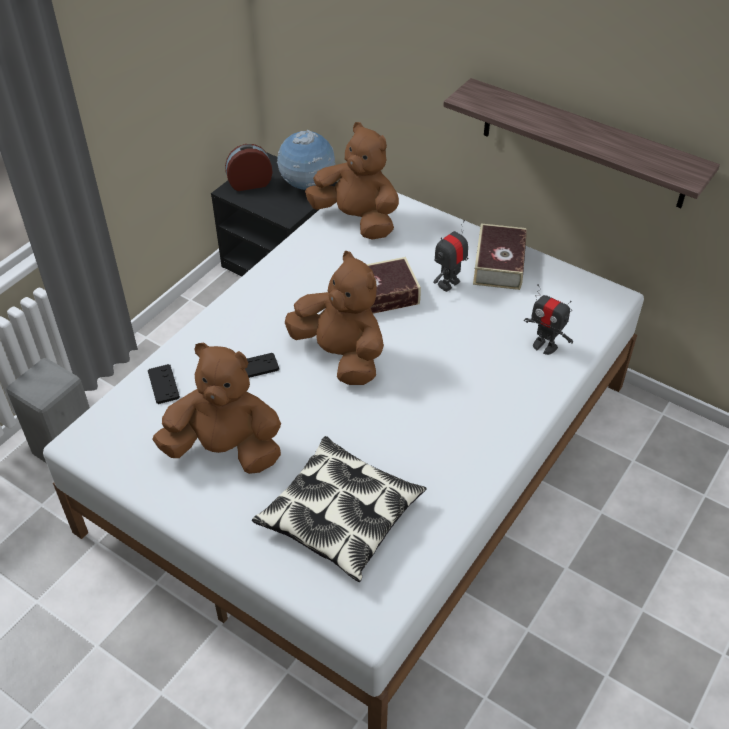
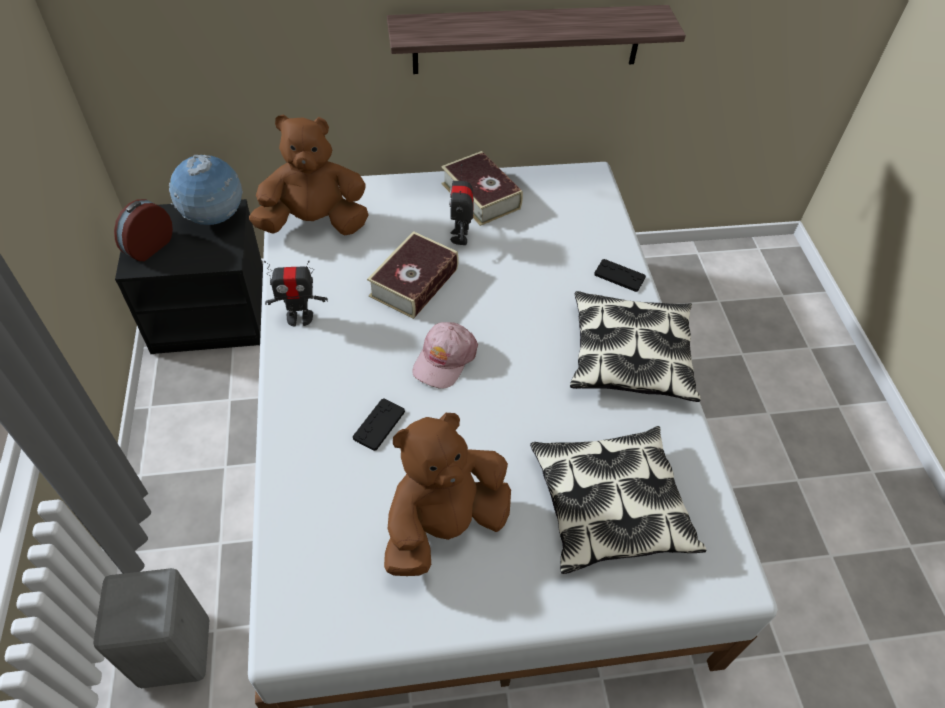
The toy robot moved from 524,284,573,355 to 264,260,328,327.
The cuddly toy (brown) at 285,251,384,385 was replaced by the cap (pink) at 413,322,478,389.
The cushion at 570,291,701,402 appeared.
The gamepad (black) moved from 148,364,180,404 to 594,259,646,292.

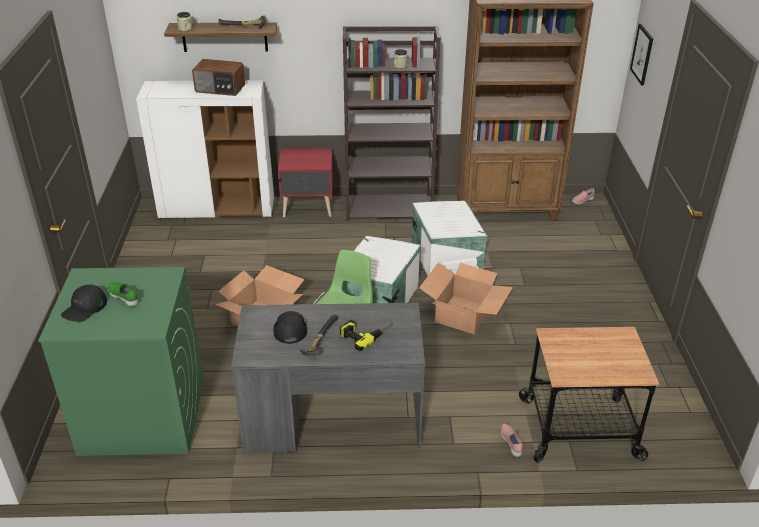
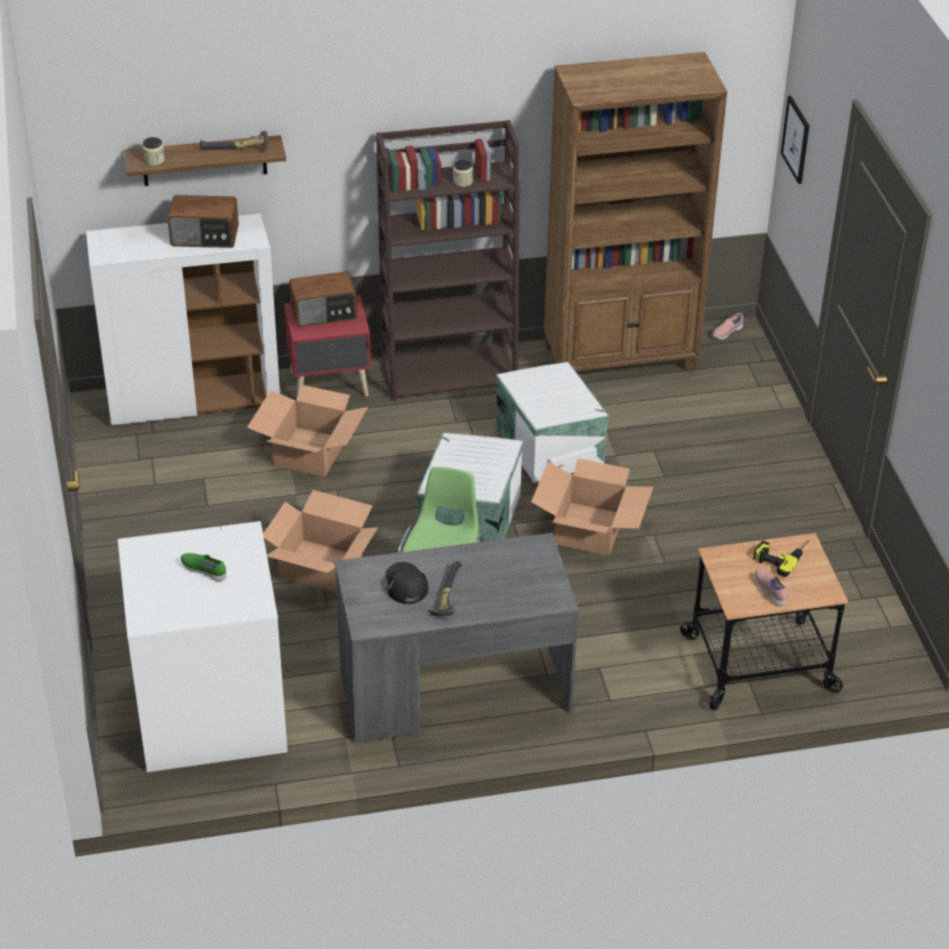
The laundry appliance (green-coloured) at 38,267,204,456 became the laundry appliance (white-coloured) at 118,521,288,772.
The carton at 247,385,368,477 appeared.
The radio at 289,271,357,327 appeared.
The electric drill moved from 340,320,392,351 to 753,540,810,577.
The low shoe (pink) moved from 501,424,523,457 to 755,568,787,606.
The cap (black) at 61,285,107,322 disappeared.

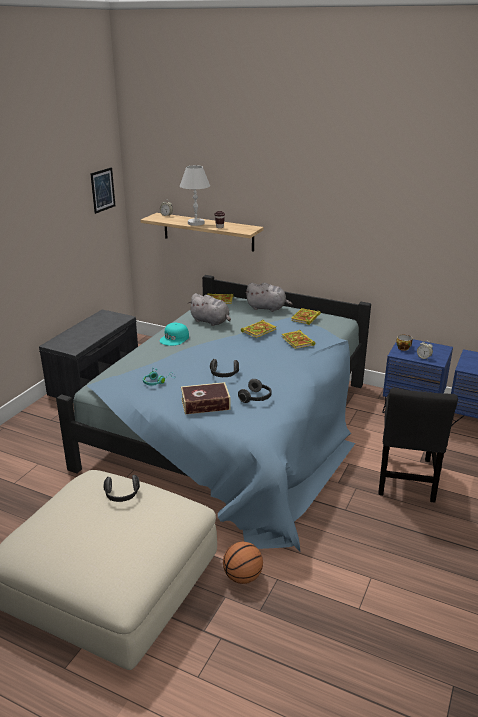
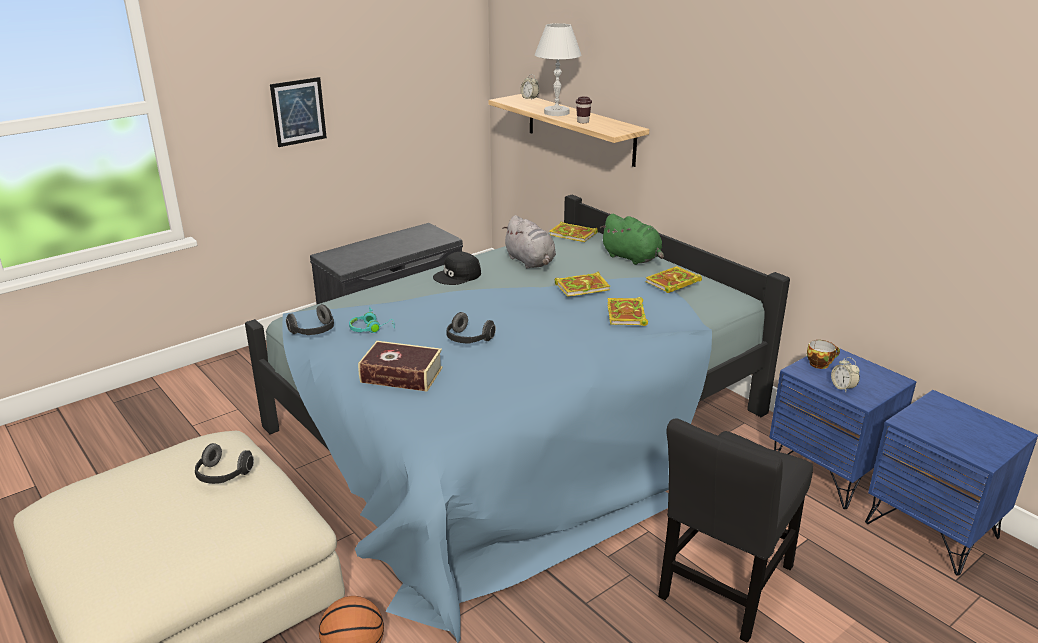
The wall picture moved from 90,167,115,214 to 270,77,327,147.
The pair of headphones moved from 238,379,271,403 to 286,304,334,335.
The cap (turquoise) at 160,323,189,346 became the cap (black) at 433,252,481,285.
The cuddly toy (greyish) at 245,283,292,312 became the cuddly toy (green-coloured) at 600,214,664,265.

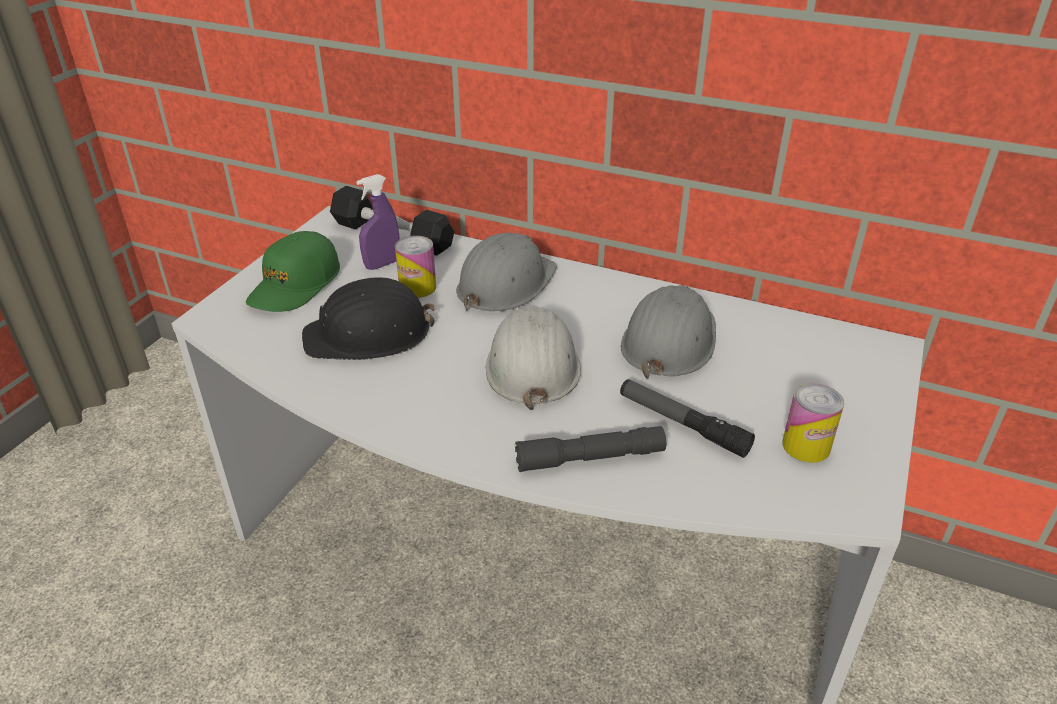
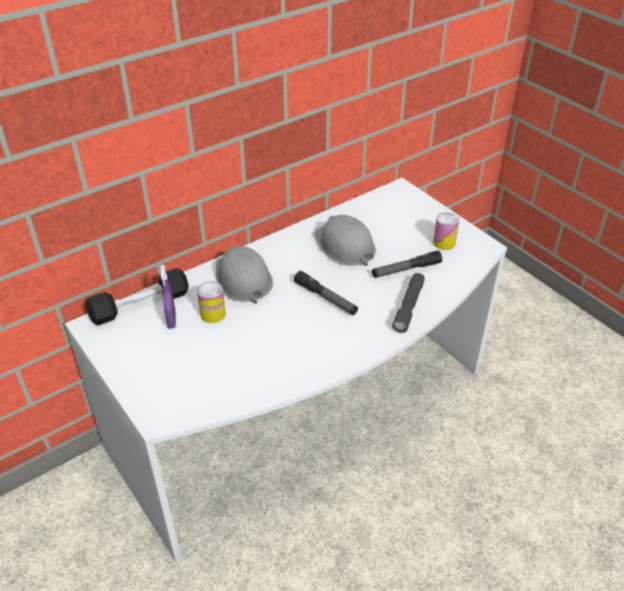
The safety helmet (white-coloured) at 486,305,581,410 was replaced by the flashlight at 294,271,358,315.
The cap (green-coloured) at 246,231,340,312 disappeared.
The safety helmet (black) at 302,277,435,360 disappeared.

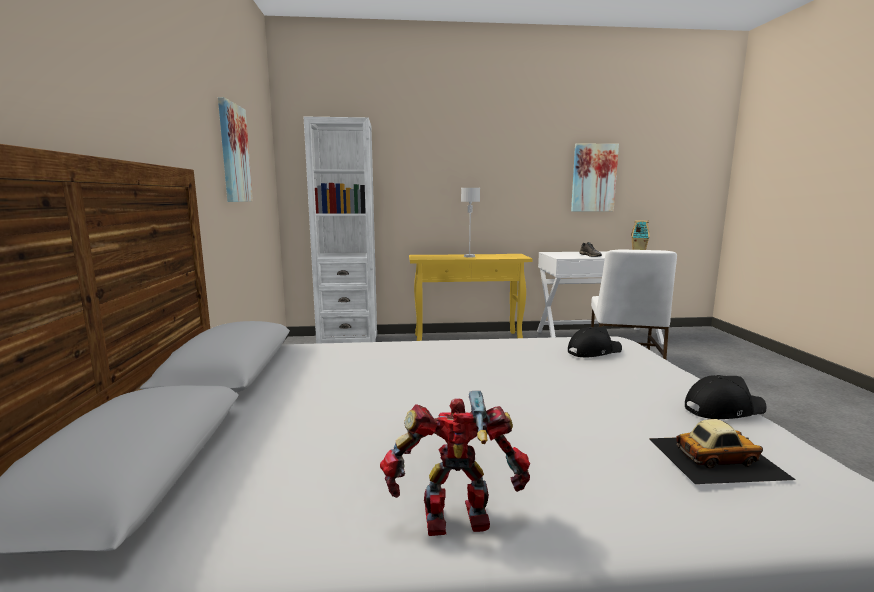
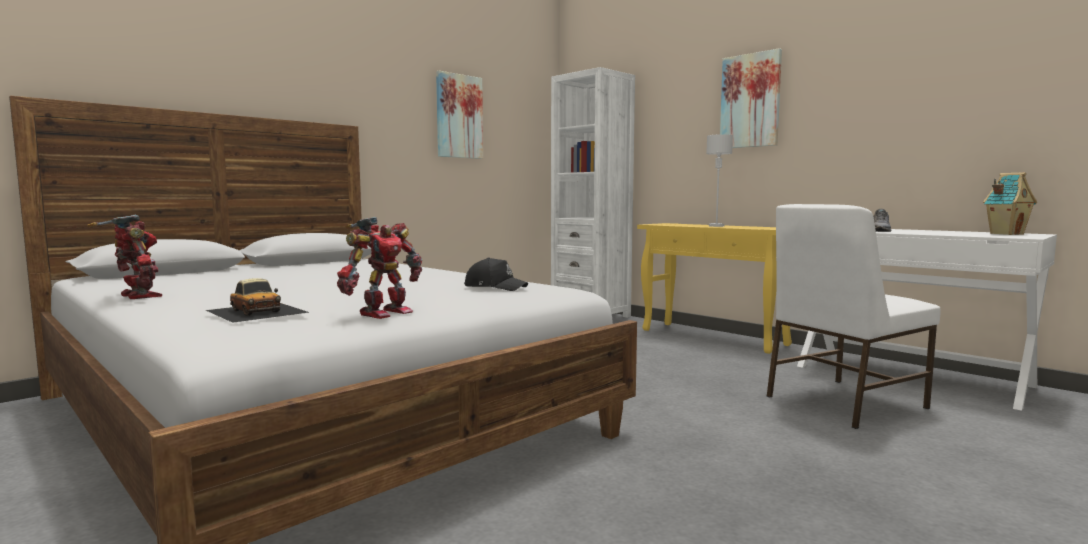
The cap (black) at 685,375,767,419 was replaced by the toy robot at 337,217,422,319.
The wall picture moved from 571,143,619,212 to 720,48,782,148.

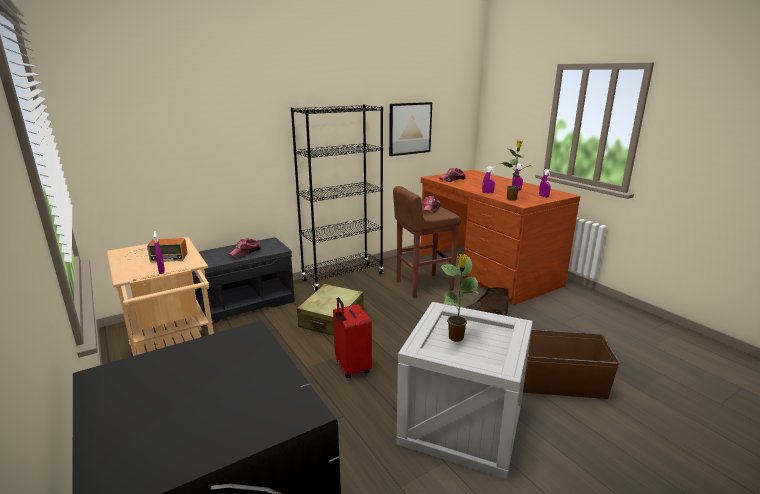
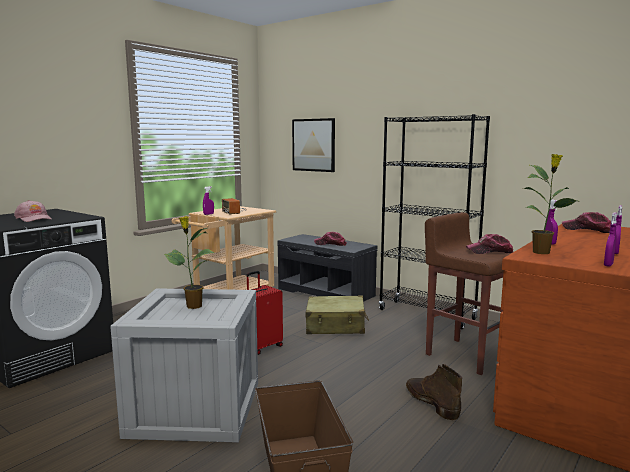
The cap (pink) at 14,200,52,222 appeared.
The wall picture moved from 389,102,432,156 to 292,118,335,172.

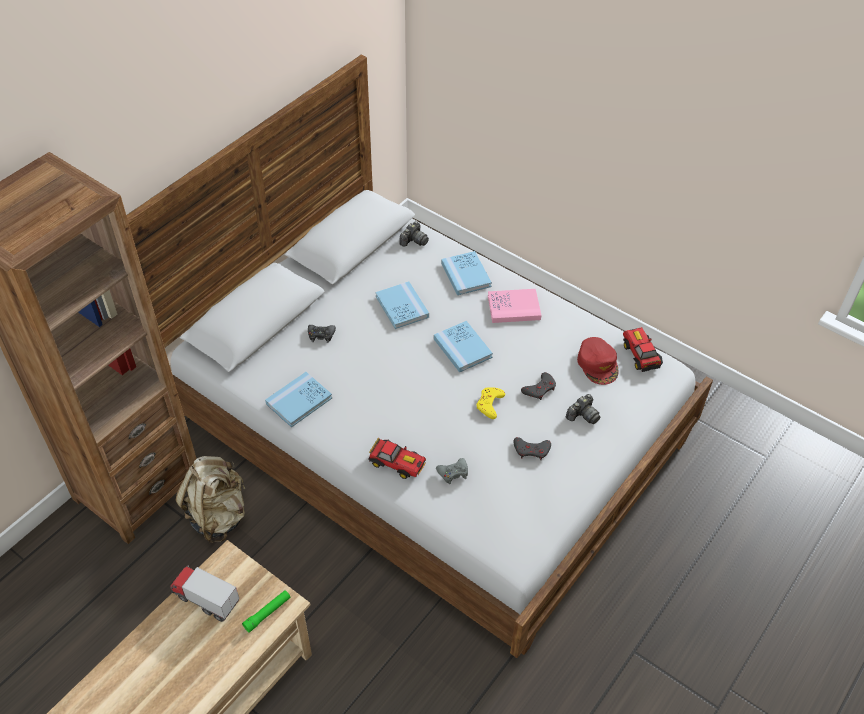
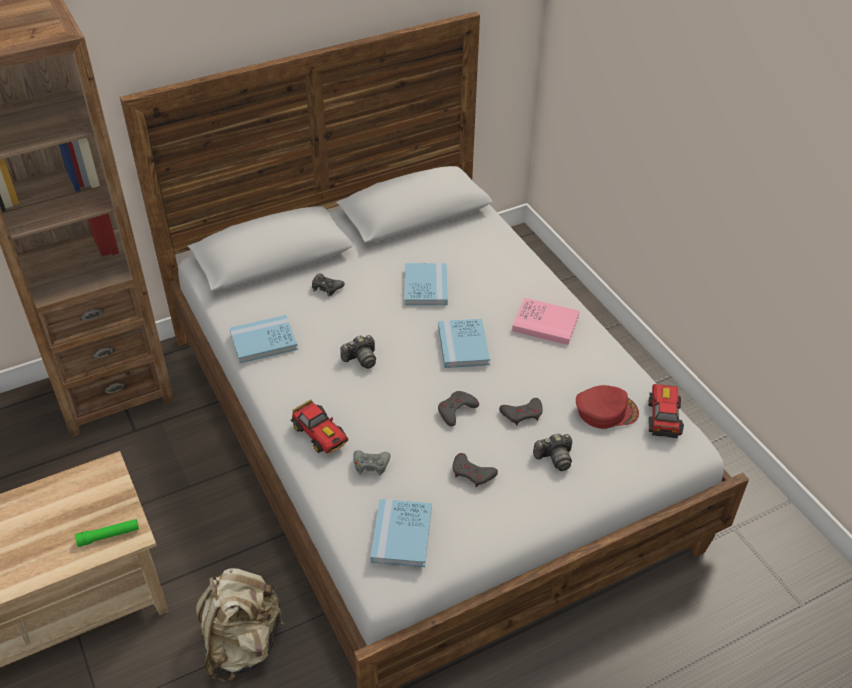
The backpack (sand-coloured) moved from 176,456,246,543 to 196,568,285,682.
The still camera moved from 399,221,429,246 to 340,335,376,369.
The volume (bluish) moved from 441,251,492,295 to 370,499,432,567.
The gamepad (yellowish) at 477,387,505,419 became the gamepad (greyish) at 438,391,479,427.
The cap (red-coloured) at 577,337,618,385 turned 105 degrees counterclockwise.
The model truck at 170,565,239,622 disappeared.

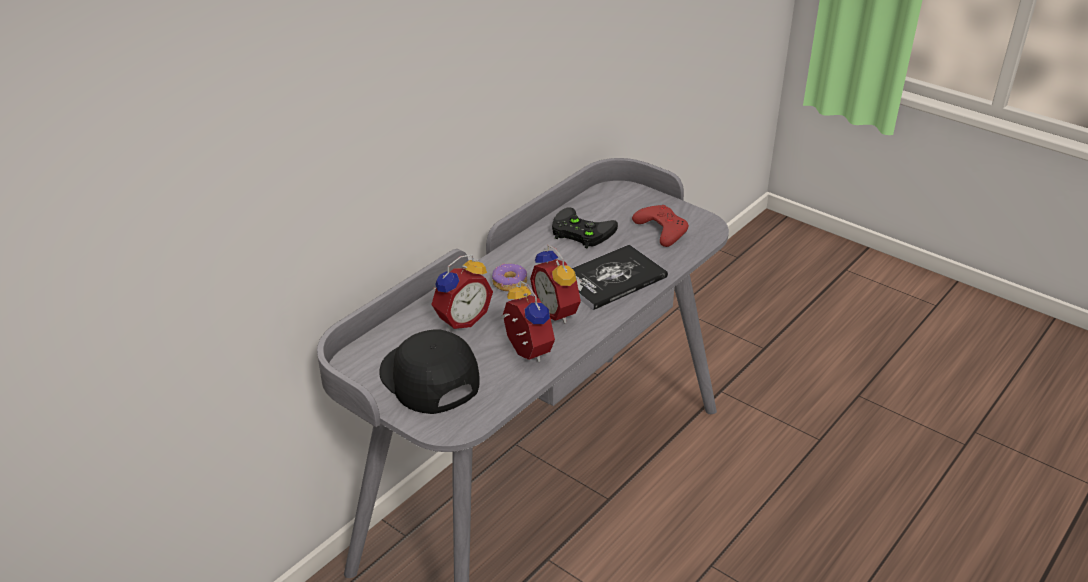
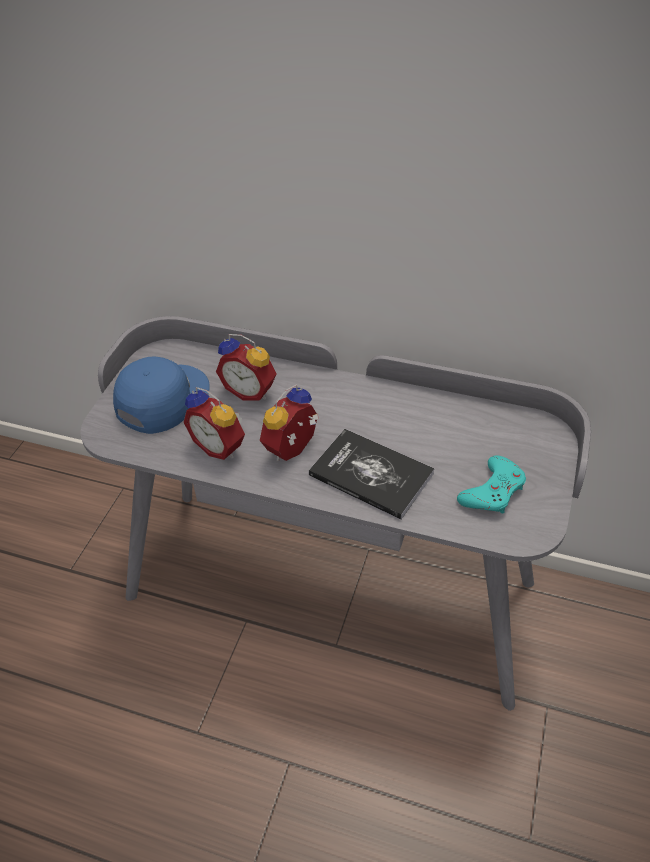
The cap (black) at 379,329,480,414 became the cap (bluish) at 113,356,210,434.
The bedside clock at 500,280,555,362 turned 90 degrees clockwise.
The gamepad (red-coloured) at 632,205,689,247 became the gamepad (turquoise) at 457,456,526,514.
The donut at 492,263,527,291 disappeared.
The gamepad (black) at 552,207,618,249 disappeared.

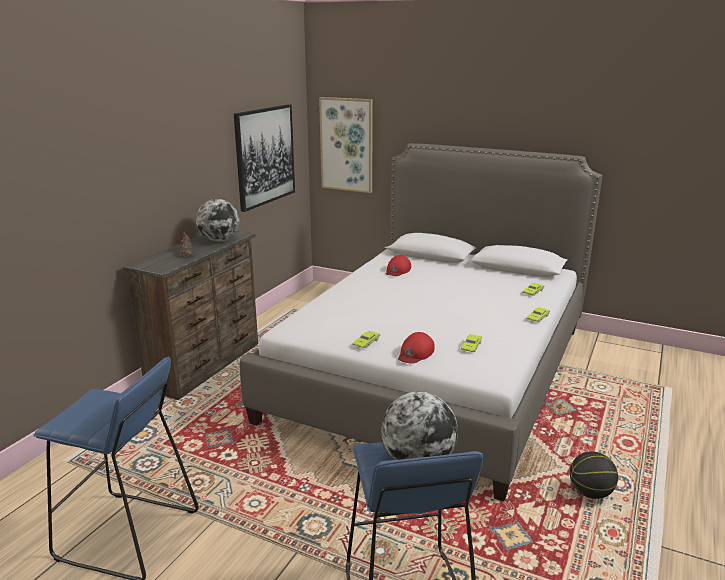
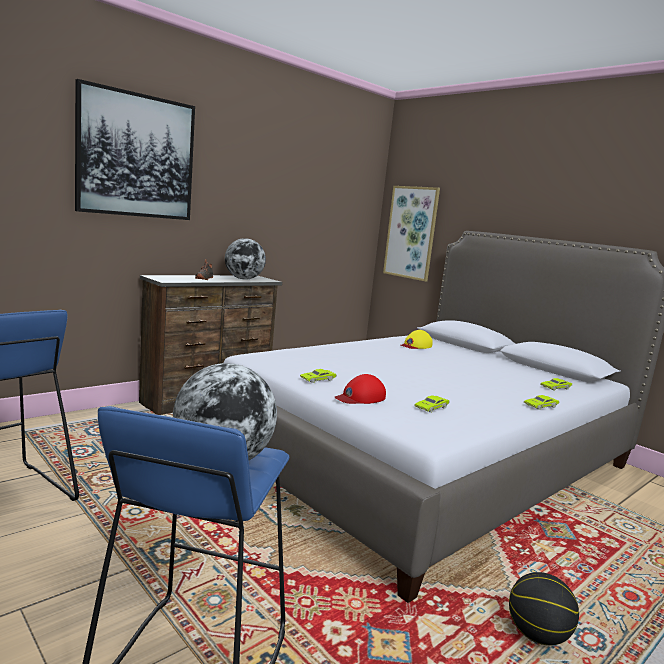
The wall picture moved from 234,104,295,212 to 75,79,195,220.
The cap (red-coloured) at 386,255,411,276 became the cap (yellowish) at 400,330,433,349.

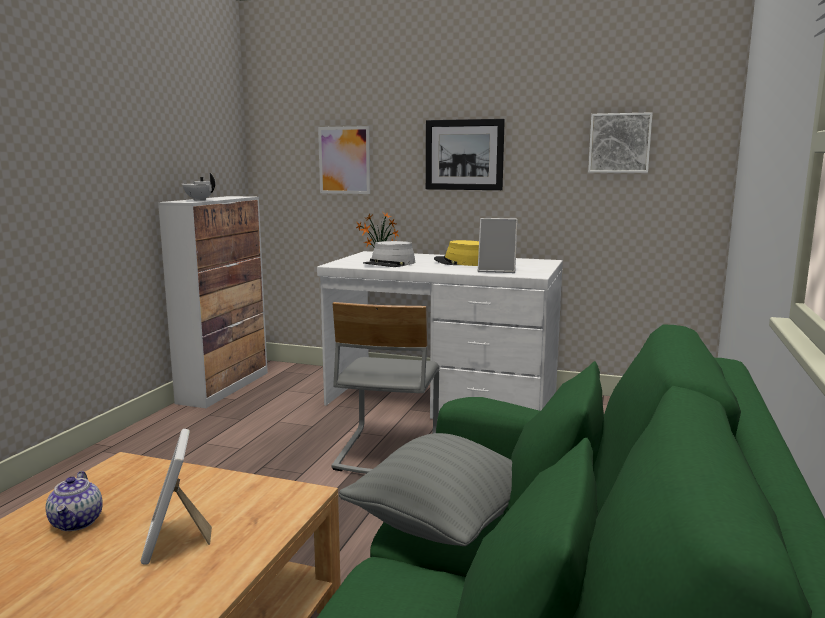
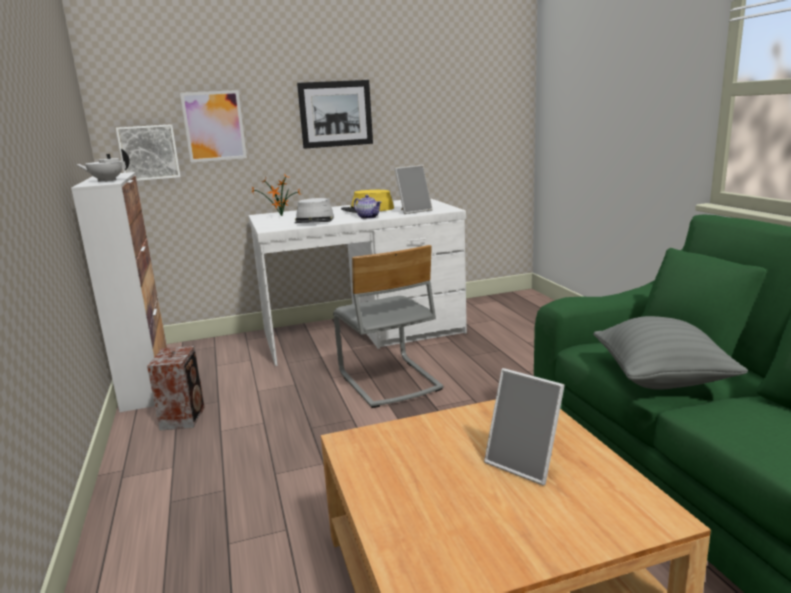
The wall picture moved from 588,112,652,173 to 116,124,181,181.
The loudspeaker at 147,346,205,431 appeared.
The pot for tea moved from 46,471,103,531 to 354,195,381,219.

